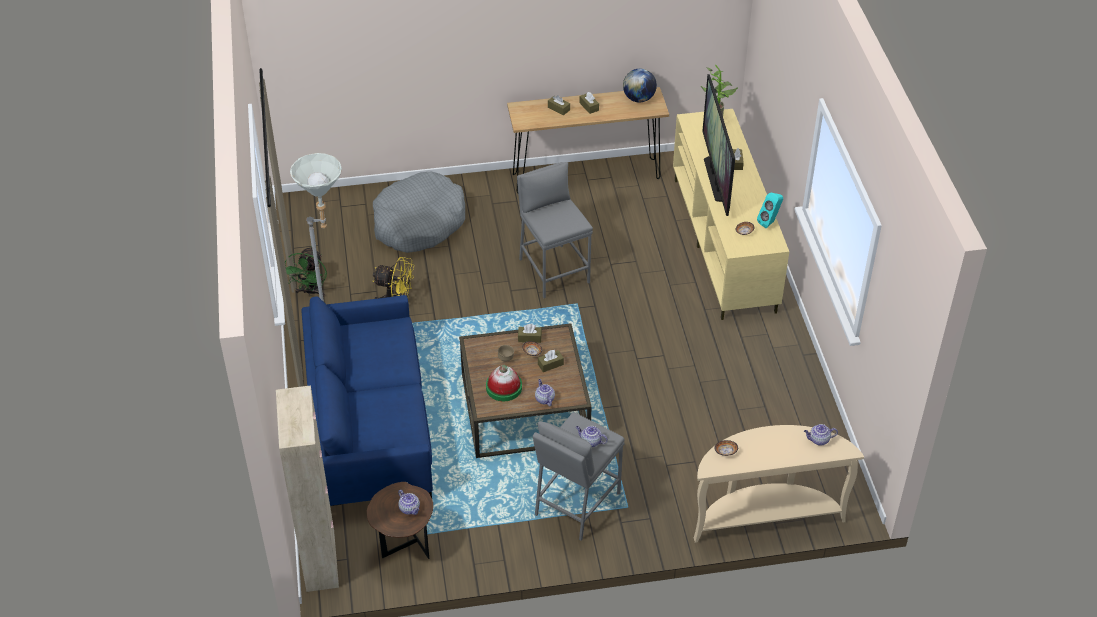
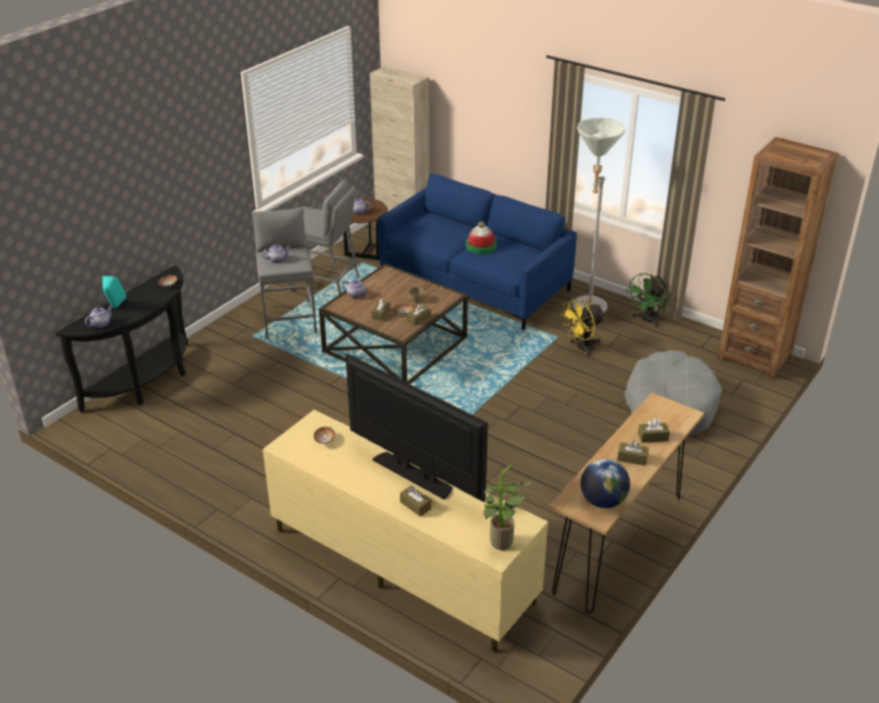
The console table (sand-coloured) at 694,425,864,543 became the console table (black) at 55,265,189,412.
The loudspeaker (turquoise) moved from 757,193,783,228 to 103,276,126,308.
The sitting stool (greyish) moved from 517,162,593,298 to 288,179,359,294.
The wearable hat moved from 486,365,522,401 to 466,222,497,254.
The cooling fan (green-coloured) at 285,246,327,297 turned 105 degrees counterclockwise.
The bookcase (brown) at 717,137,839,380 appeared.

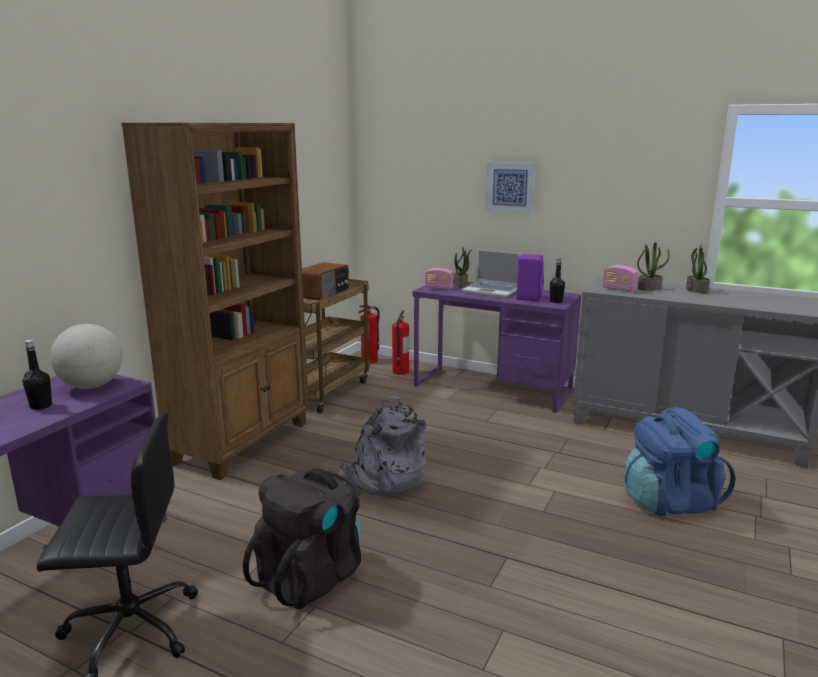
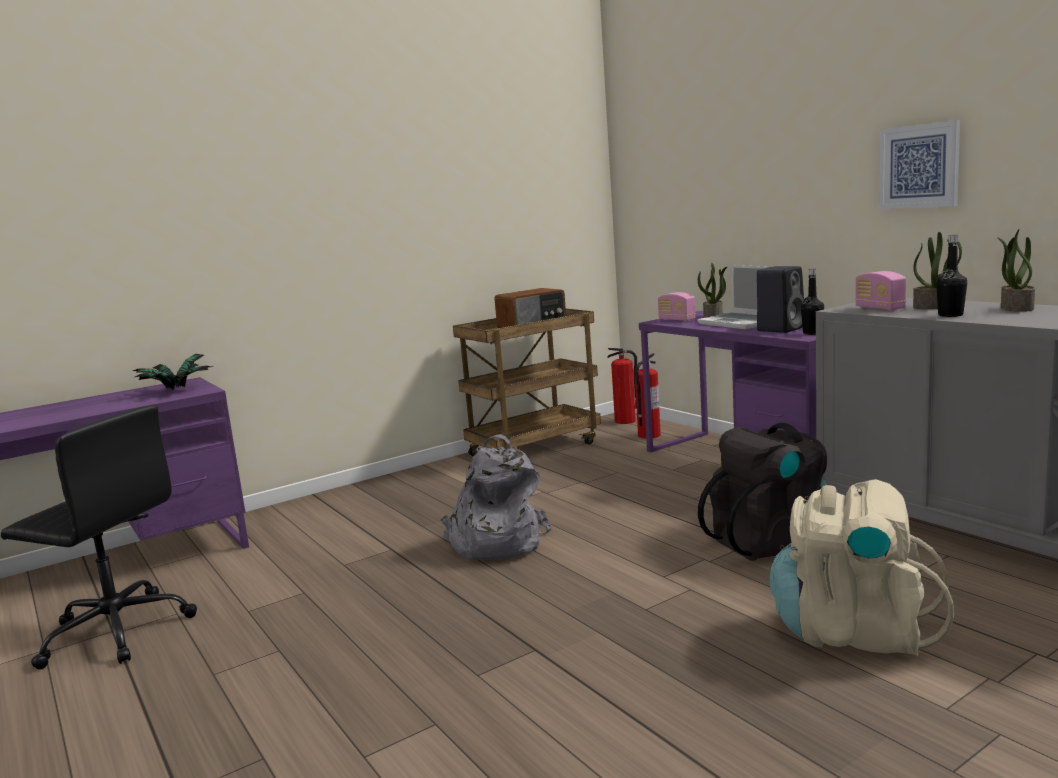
The globe at 50,324,123,389 was replaced by the houseplant at 133,354,211,390.
The backpack (black) moved from 243,468,361,609 to 698,423,827,561.
The loudspeaker (purplish) at 516,254,544,301 became the loudspeaker (black) at 757,266,804,333.
The backpack (bluish) at 624,407,736,516 became the backpack (sand-coloured) at 770,479,954,656.
The wall picture moved from 486,162,535,213 to 879,120,960,209.
The bottle (black) moved from 22,340,52,410 to 936,235,967,317.
The bookcase (brown) at 121,123,309,480 disappeared.

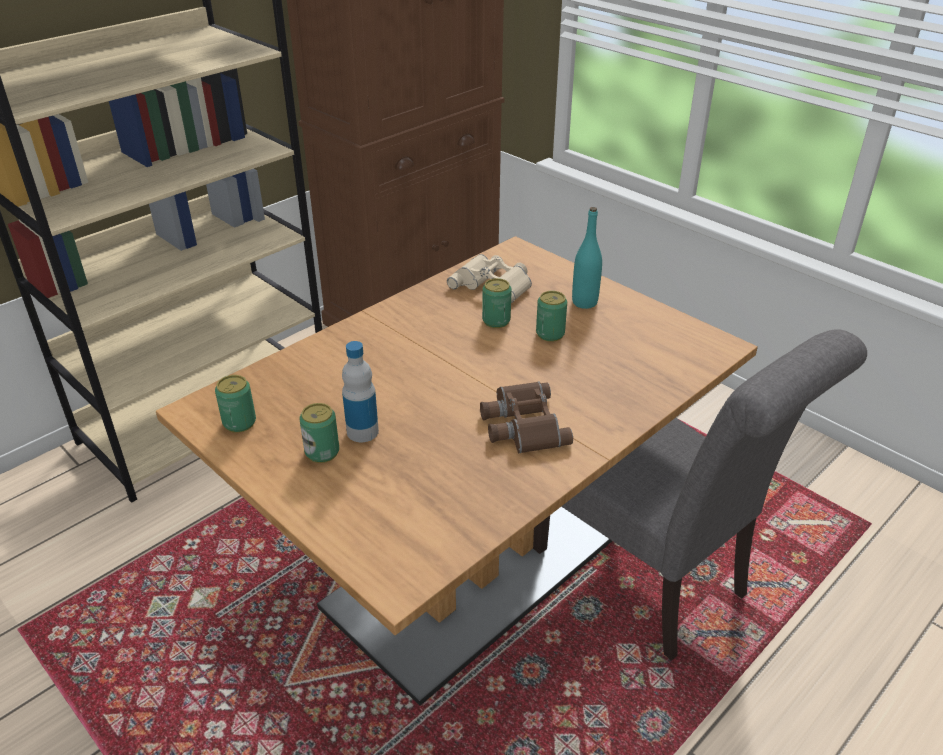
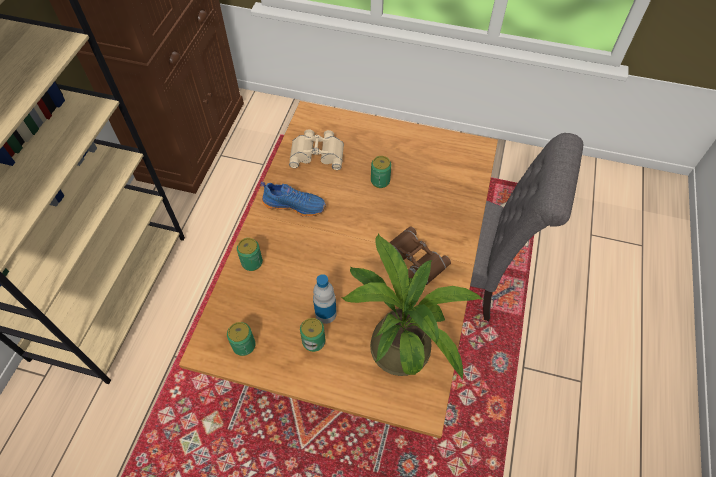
The can moved from 482,278,512,328 to 237,238,263,271.
The low shoe (bluish) at 260,182,326,217 appeared.
The houseplant at 342,233,483,381 appeared.
The bottle (turquoise) at 572,207,602,309 disappeared.

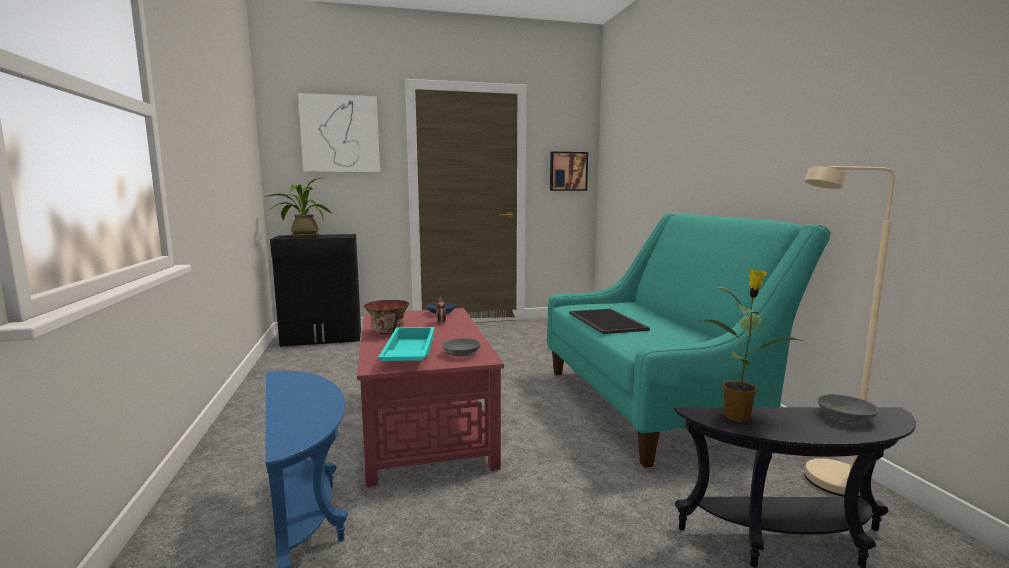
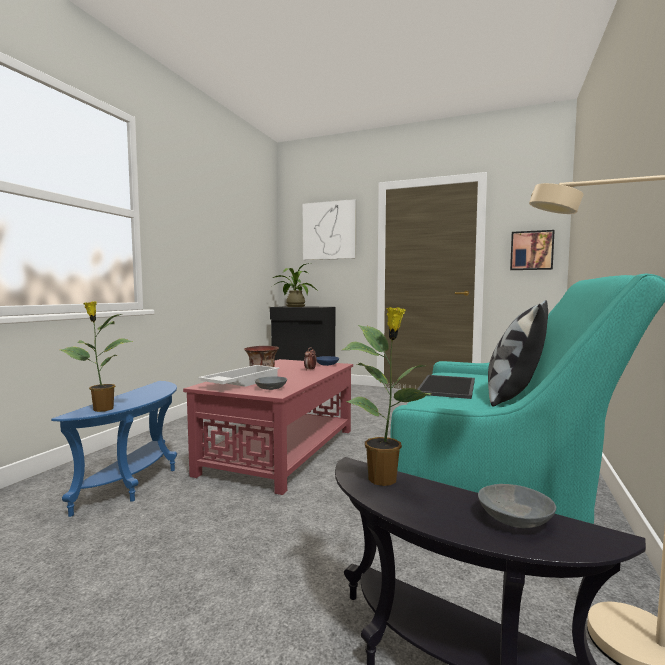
The houseplant at 60,301,133,412 appeared.
The carrying tray (turquoise) at 378,327,435,361 became the carrying tray (white-coloured) at 198,365,280,387.
The cushion at 488,300,548,407 appeared.

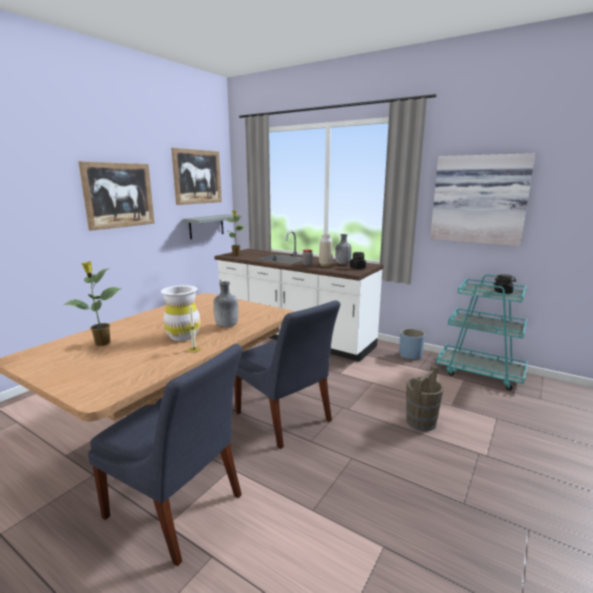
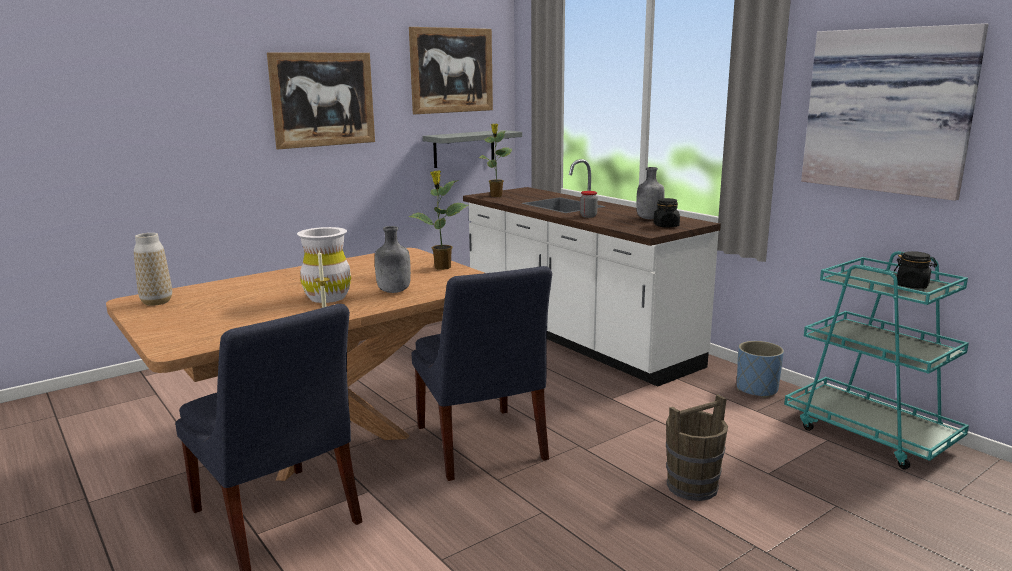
The decorative vase moved from 319,234,333,266 to 134,233,172,306.
The houseplant moved from 63,261,122,346 to 408,170,468,270.

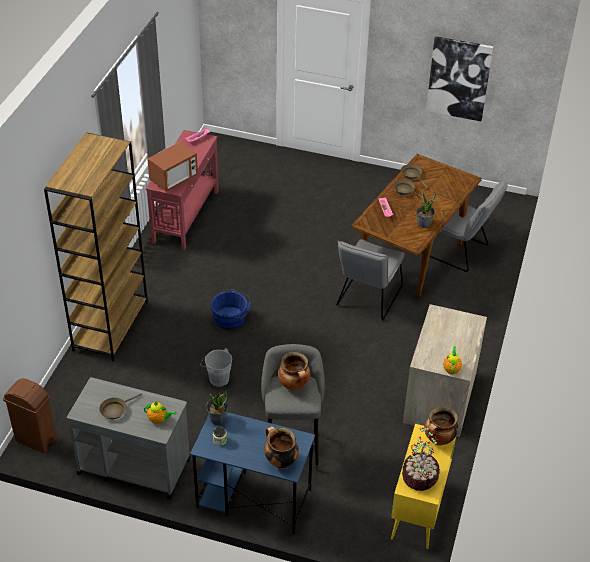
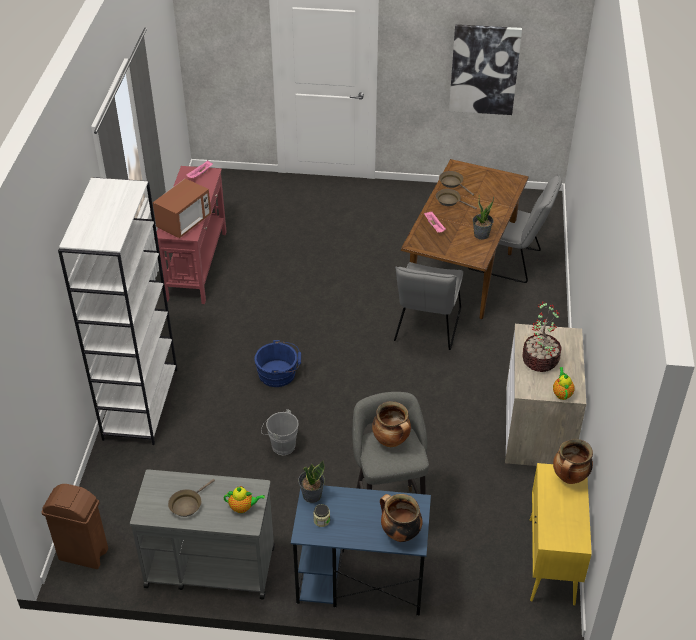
The bookcase (brown) at 44,133,148,362 became the bookcase (white-coloured) at 58,177,177,445.
The houseplant moved from 402,426,440,491 to 522,302,562,372.

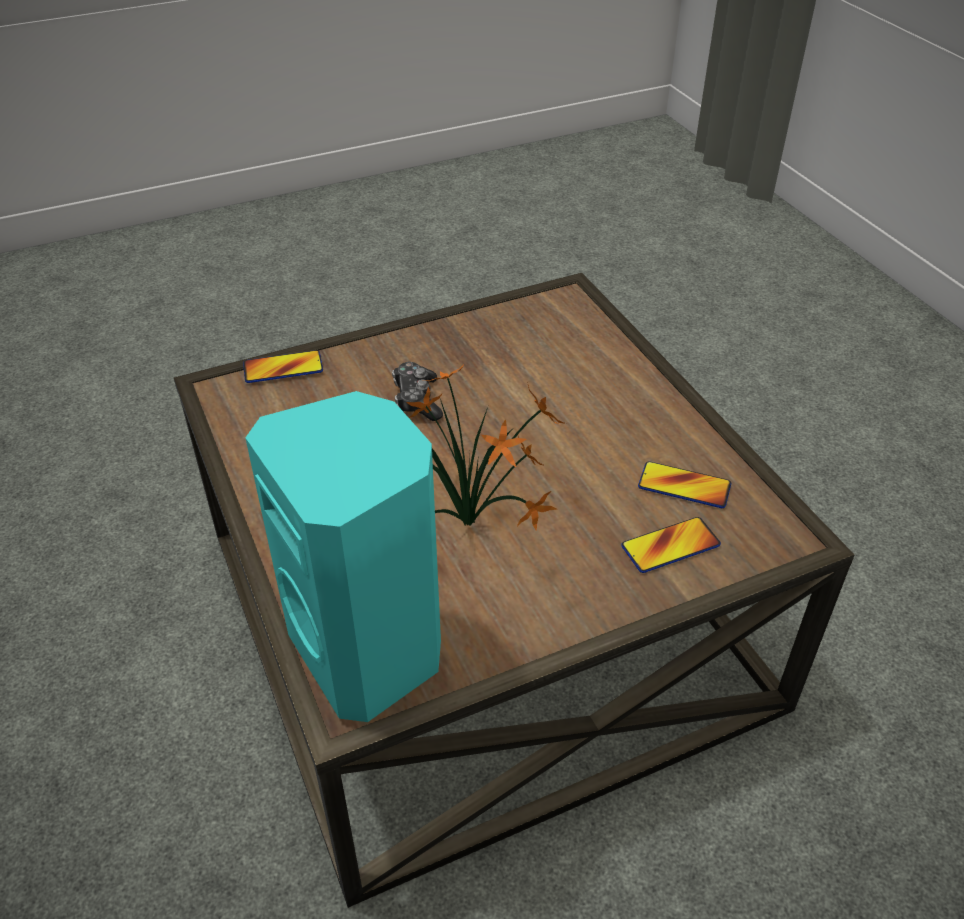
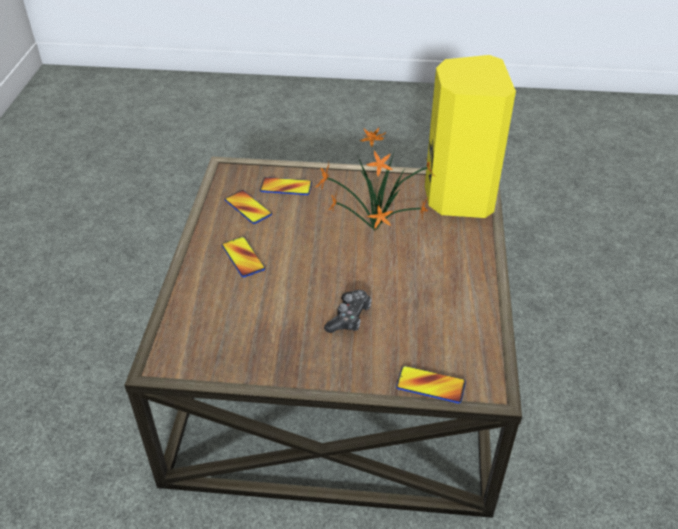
The handset at 222,236,265,277 appeared.
The loudspeaker (turquoise) at 245,391,441,722 became the loudspeaker (yellowish) at 425,55,516,218.

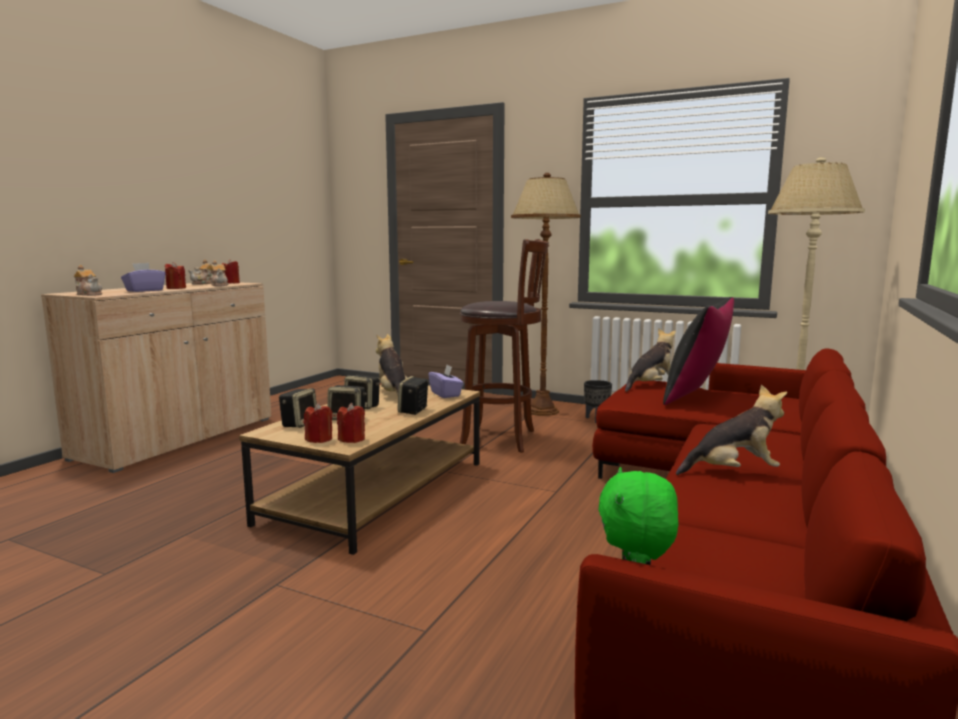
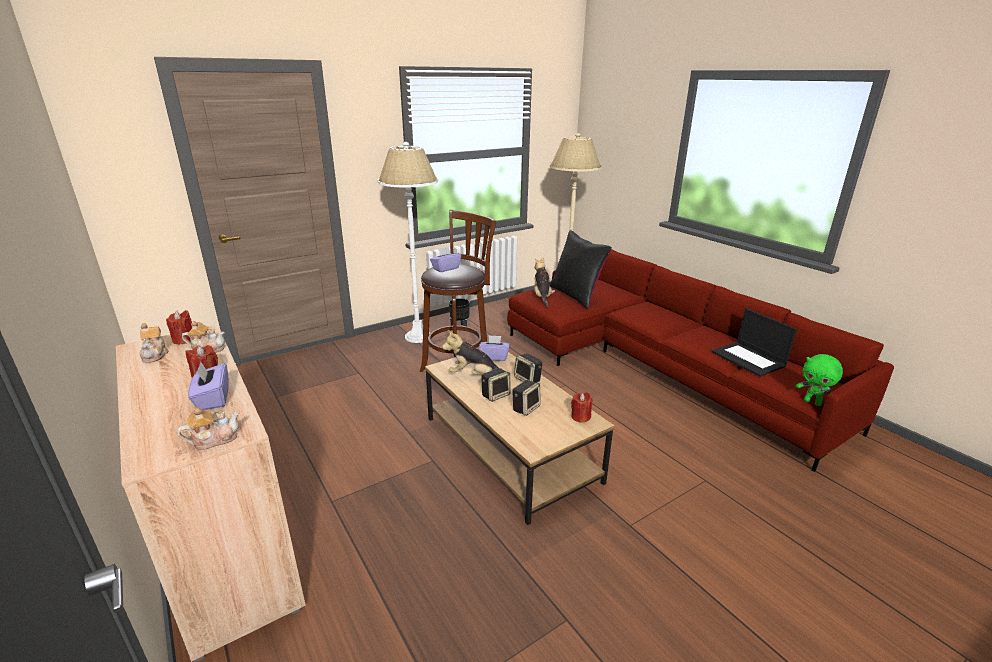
The standard lamp (brown) at 511,173,581,416 became the standard lamp (white-coloured) at 378,142,438,343.
The tissue holder (purplish) at 430,247,461,272 appeared.
The laptop at 711,308,797,377 appeared.
The loudspeaker at 279,388,317,428 disappeared.
The wax candle (red-coloured) at 304,403,332,443 disappeared.
The cuddly toy at 676,385,787,475 disappeared.

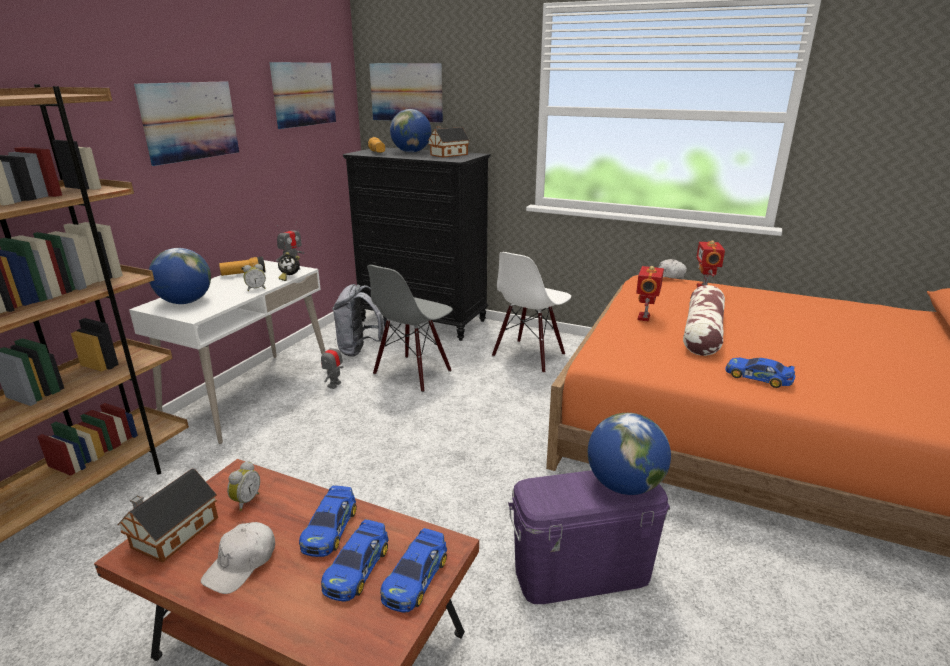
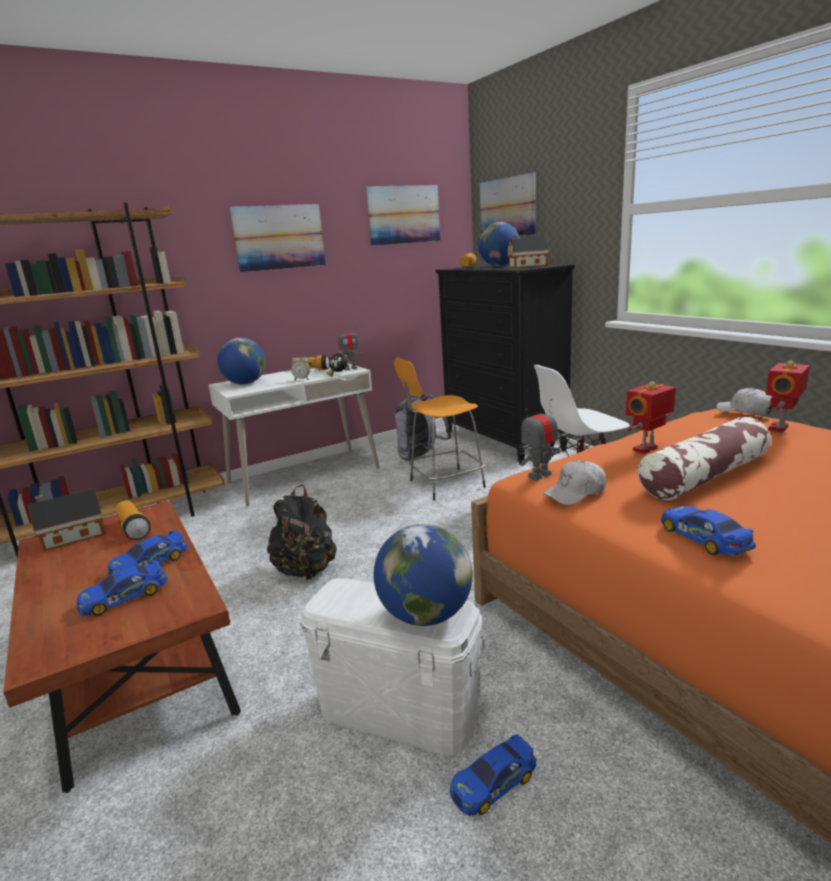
The bedside clock at 227,461,260,511 was replaced by the flashlight at 115,500,151,540.
The backpack (black) at 267,485,337,580 appeared.
The storage bin (purplish) at 508,470,670,604 became the storage bin (white-coloured) at 300,578,486,756.
The upright chair (greyish) at 367,265,453,392 was replaced by the sitting stool (orange-coloured) at 394,357,486,501.
The miniature car moved from 380,528,447,613 to 449,734,536,816.
The toy robot moved from 321,339,343,389 to 521,399,560,481.
The cap (white-coloured) moved from 201,522,275,594 to 543,460,606,505.

